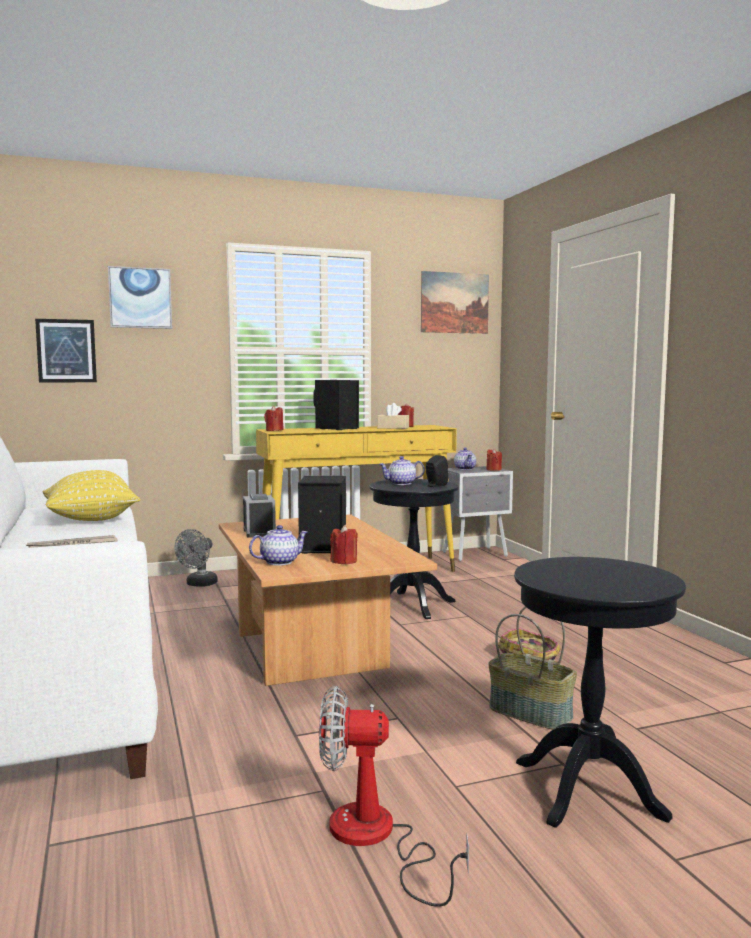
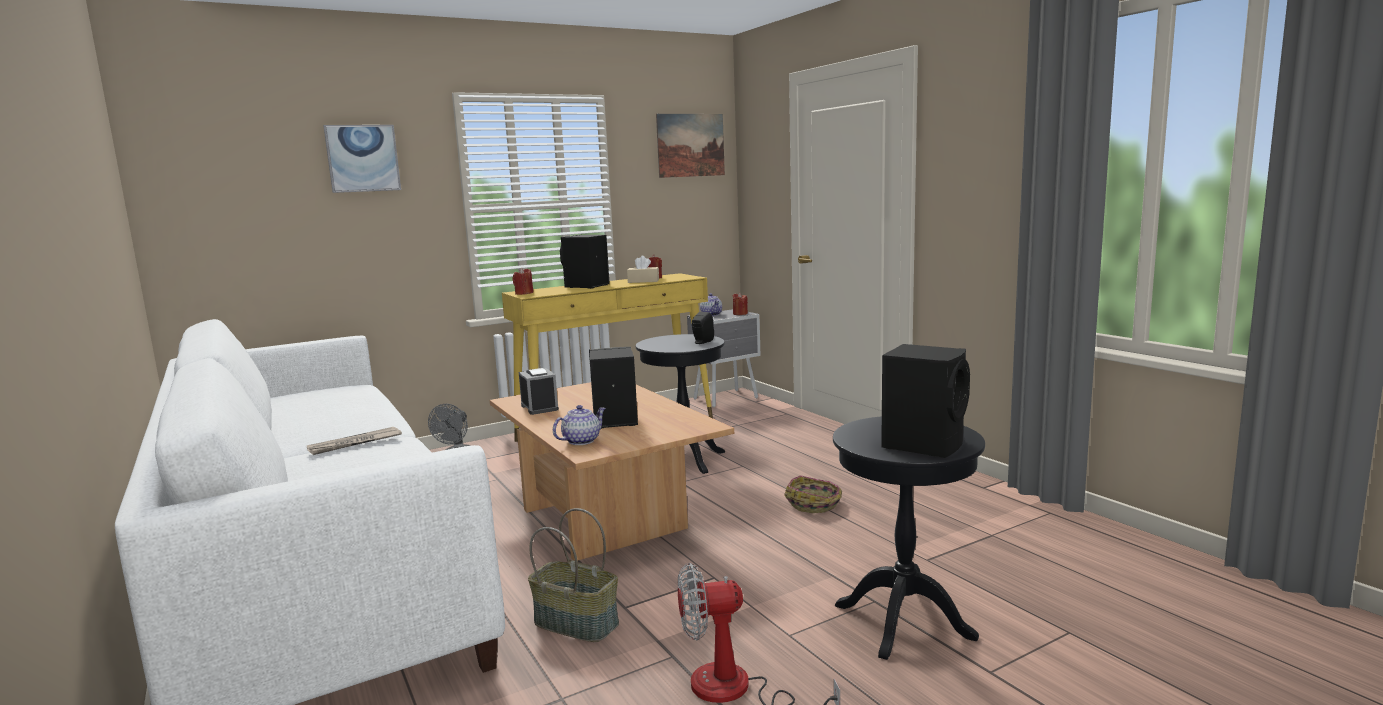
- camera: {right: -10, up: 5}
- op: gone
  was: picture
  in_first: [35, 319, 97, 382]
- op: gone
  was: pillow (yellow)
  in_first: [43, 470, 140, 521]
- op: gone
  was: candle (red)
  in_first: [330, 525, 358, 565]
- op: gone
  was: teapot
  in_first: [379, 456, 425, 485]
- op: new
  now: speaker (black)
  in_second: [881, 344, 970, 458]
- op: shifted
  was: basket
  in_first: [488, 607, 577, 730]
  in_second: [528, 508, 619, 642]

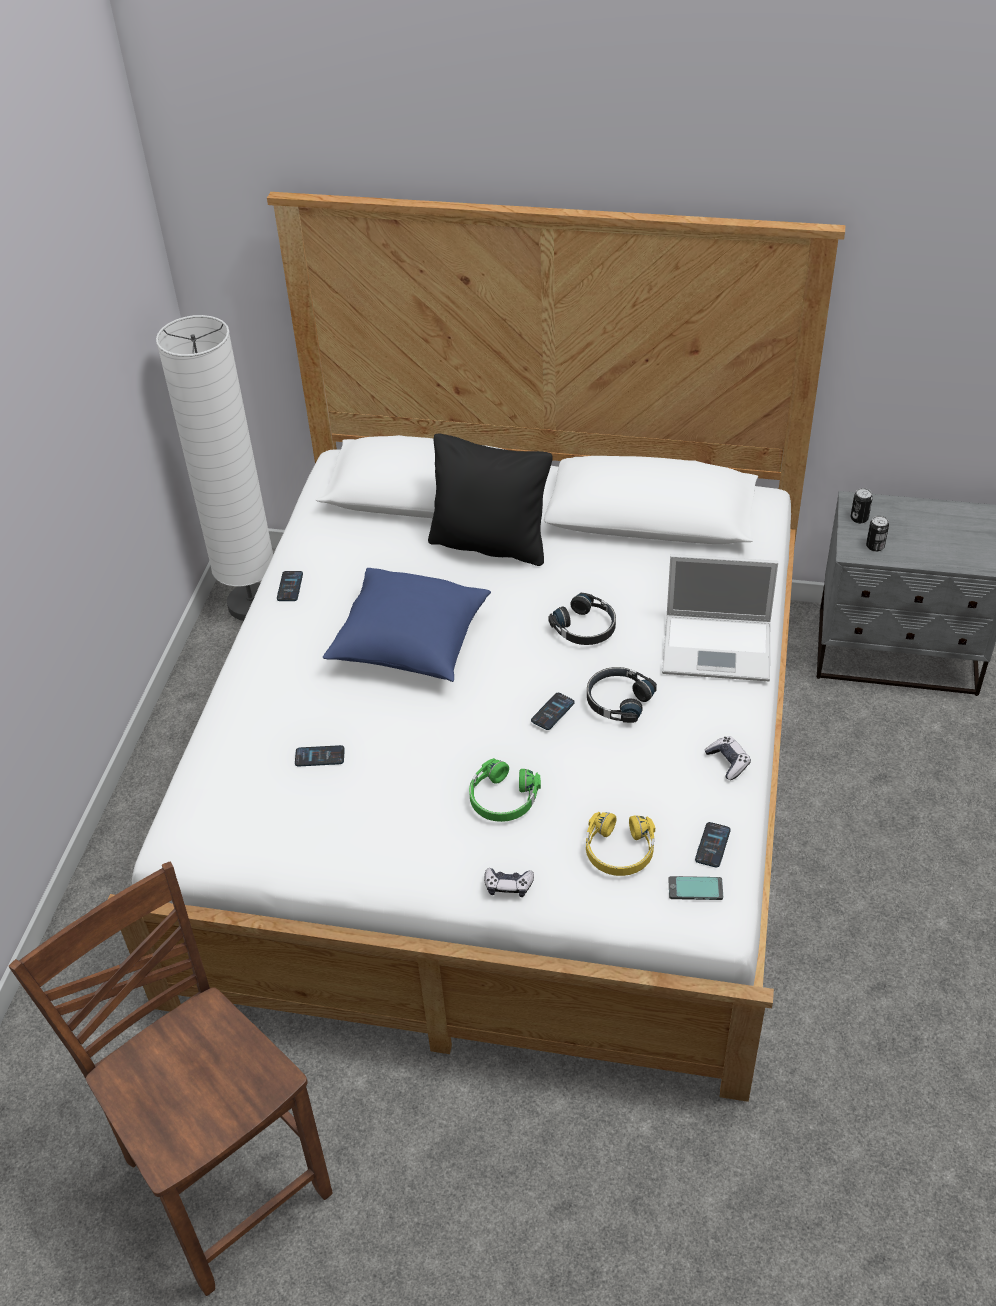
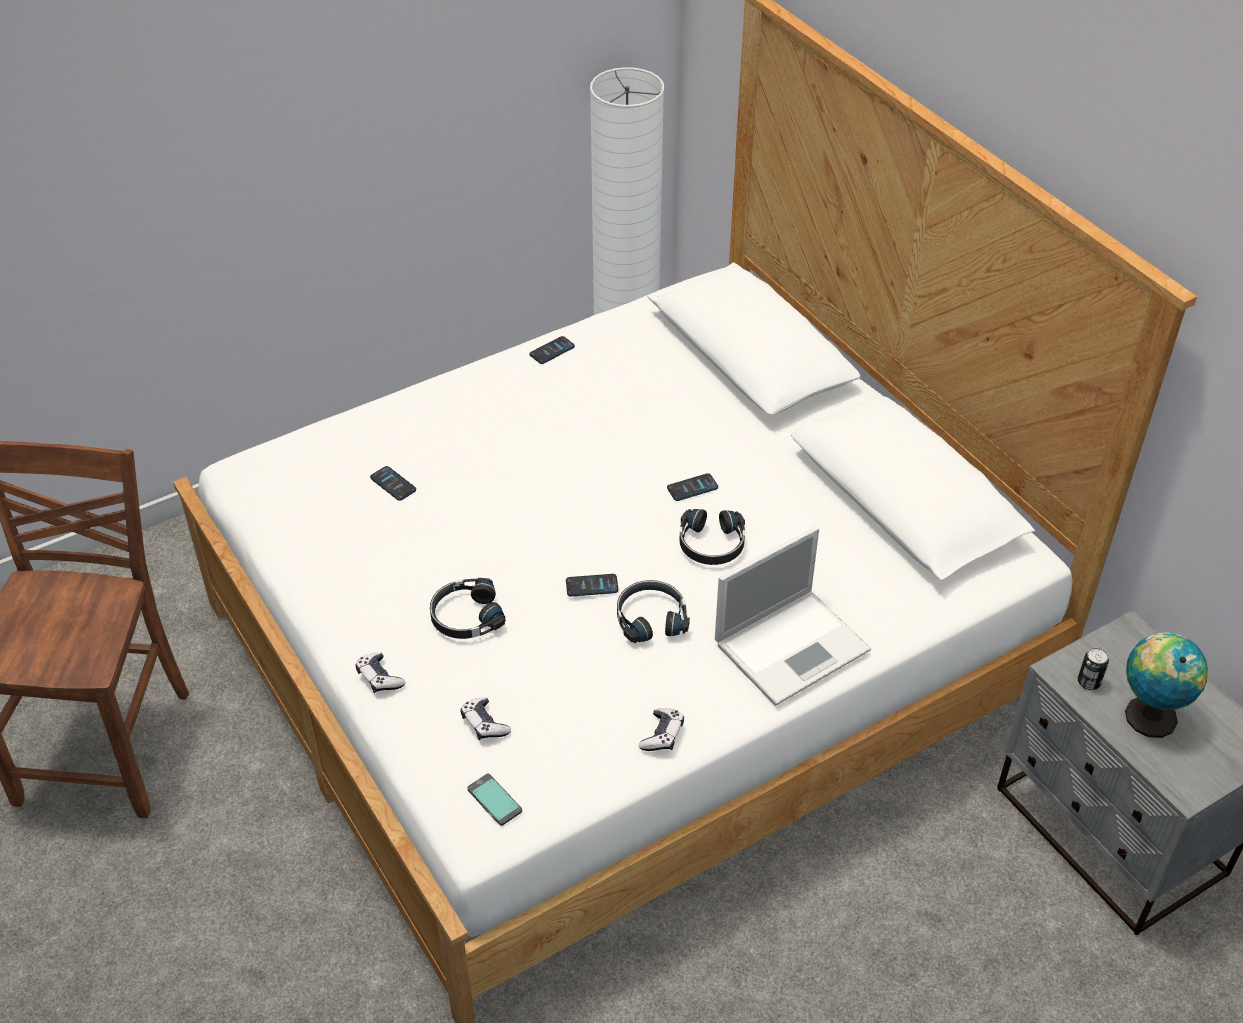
- camera: {right: 45, up: 0}
- op: gone
  was: pillow (blue)
  in_first: [323, 568, 491, 682]
- op: gone
  was: pillow (black)
  in_first: [428, 433, 553, 566]
- op: gone
  was: can
  in_first: [851, 488, 873, 523]
- op: new
  now: globe
  in_second: [1125, 633, 1208, 738]
- op: shifted
  was: phone
  in_first: [695, 822, 731, 868]
  in_second: [667, 473, 718, 501]
- op: swapped
  was: headphones (yellow)
  now: game controller
  in_first: [586, 812, 655, 876]
  in_second: [460, 697, 511, 740]
- op: repainted
  was: headphones (green)
  now: headphones (black)
  in_first: [469, 758, 541, 822]
  in_second: [430, 578, 505, 639]
- op: rotated
  was: laptop
  in_first: [662, 554, 778, 681]
  in_second: [715, 526, 871, 706]
  clockwise: -90

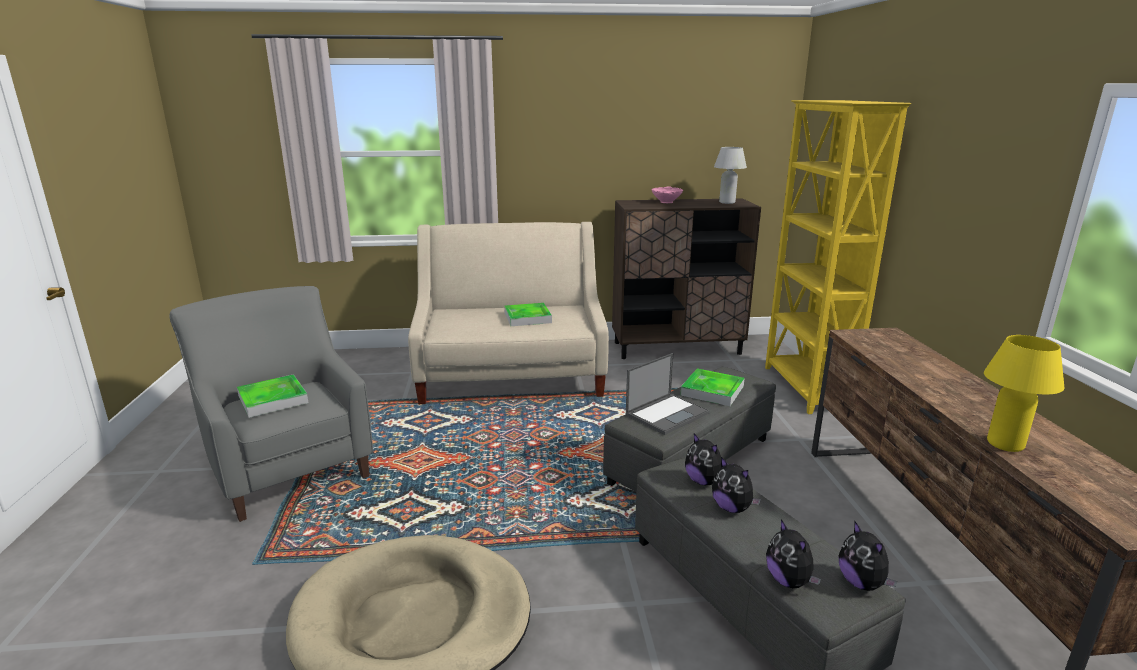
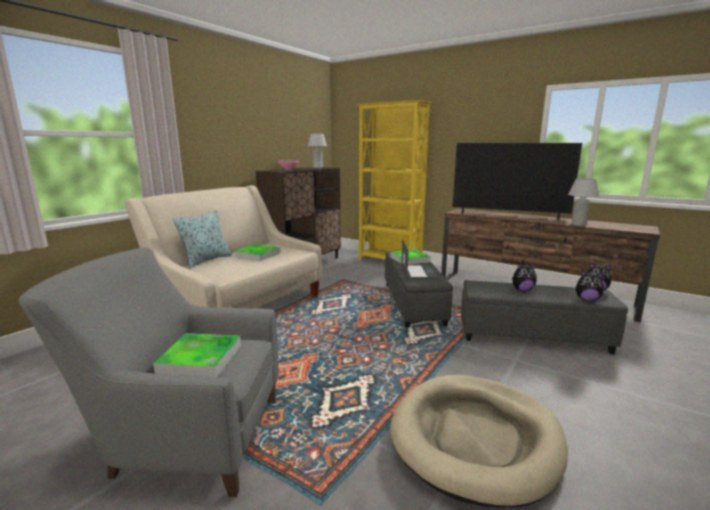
- camera: {right: -50, up: -5}
- op: gone
  was: plush toy
  in_first: [685, 433, 721, 485]
- op: new
  now: pillow
  in_second: [173, 210, 232, 268]
- op: new
  now: television
  in_second: [453, 143, 582, 220]
- op: repainted
  was: table lamp (yellow)
  now: table lamp (white)
  in_first: [984, 335, 1064, 452]
  in_second: [568, 178, 599, 226]

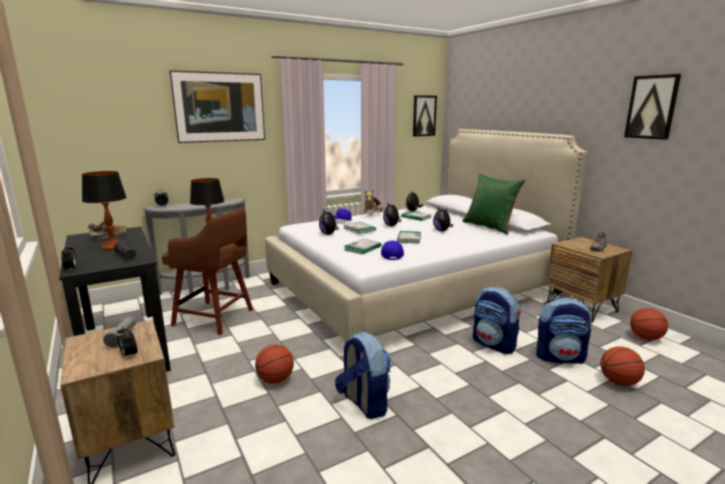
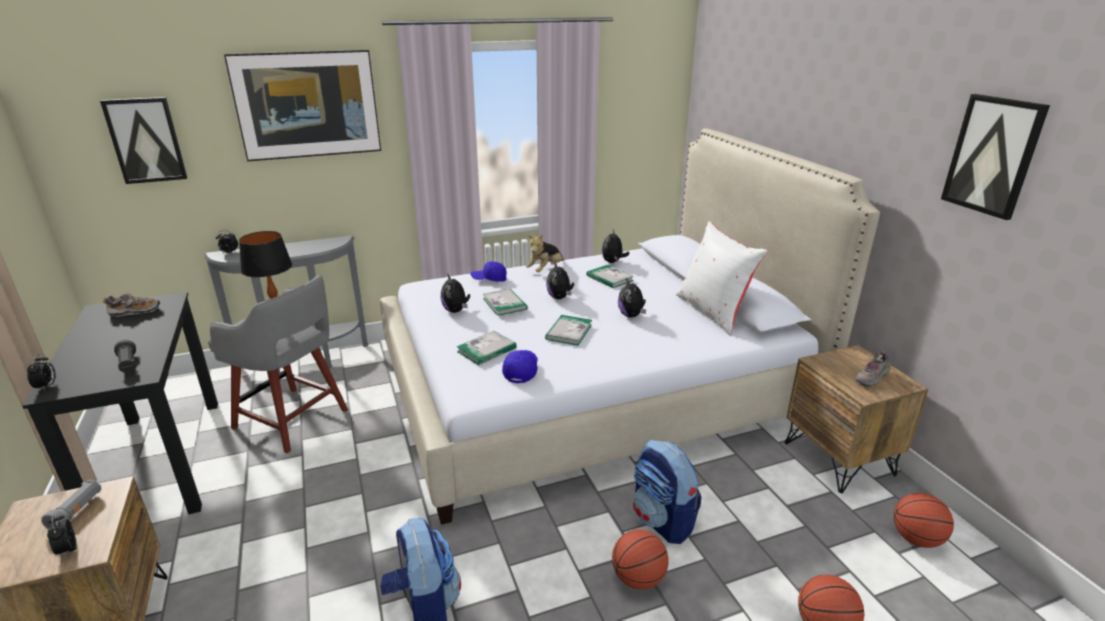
- camera: {right: 10, up: 10}
- op: gone
  was: table lamp
  in_first: [82, 171, 127, 250]
- op: gone
  was: backpack
  in_first: [536, 297, 592, 364]
- op: shifted
  was: basketball
  in_first: [255, 344, 294, 384]
  in_second: [612, 529, 669, 590]
- op: shifted
  was: picture
  in_first: [413, 95, 437, 137]
  in_second: [100, 97, 187, 184]
- op: repainted
  was: stool (brown)
  now: stool (grey)
  in_first: [162, 207, 253, 335]
  in_second: [208, 275, 348, 453]
- op: repainted
  was: pillow (green)
  now: pillow (white)
  in_first: [463, 173, 526, 235]
  in_second: [676, 221, 768, 335]

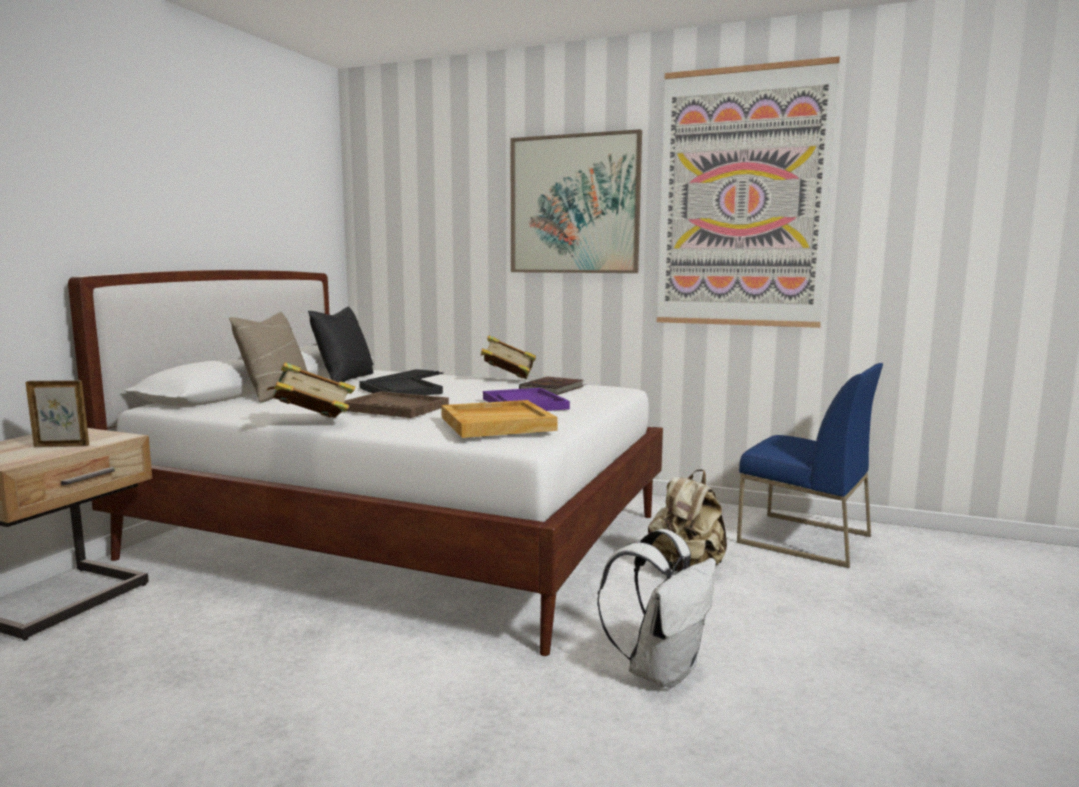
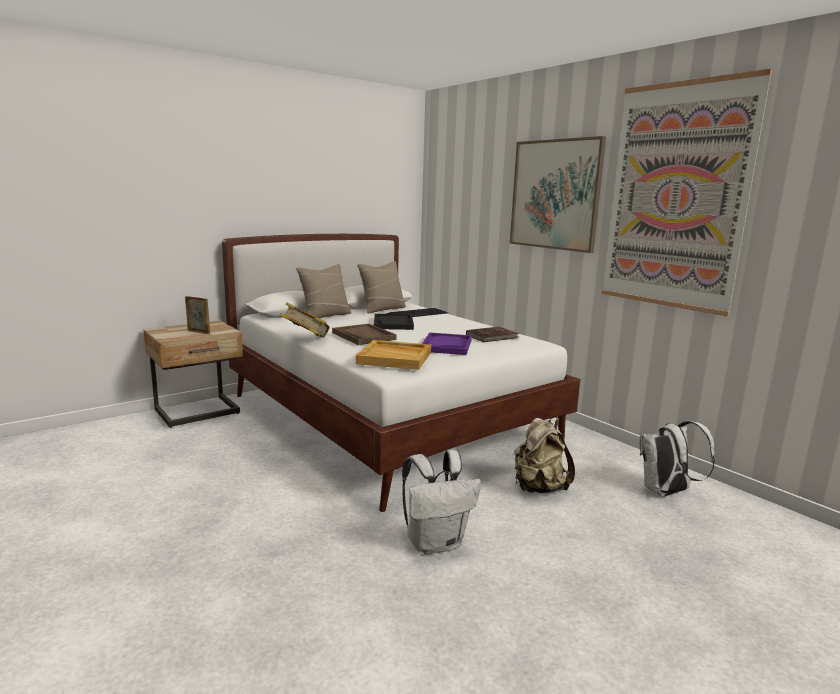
- camera: {right: 30, up: 5}
- op: gone
  was: book
  in_first: [481, 335, 536, 379]
- op: swapped
  was: chair (blue)
  now: backpack (white)
  in_first: [737, 363, 883, 568]
  in_second: [639, 421, 715, 497]
- op: repainted
  was: pillow (black)
  now: pillow (beige)
  in_first: [308, 307, 374, 382]
  in_second: [357, 261, 406, 313]

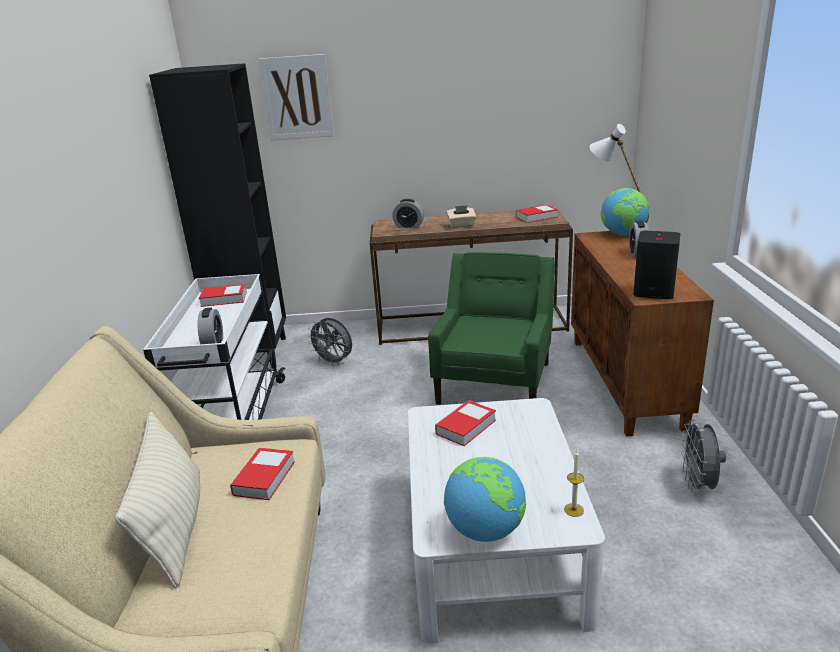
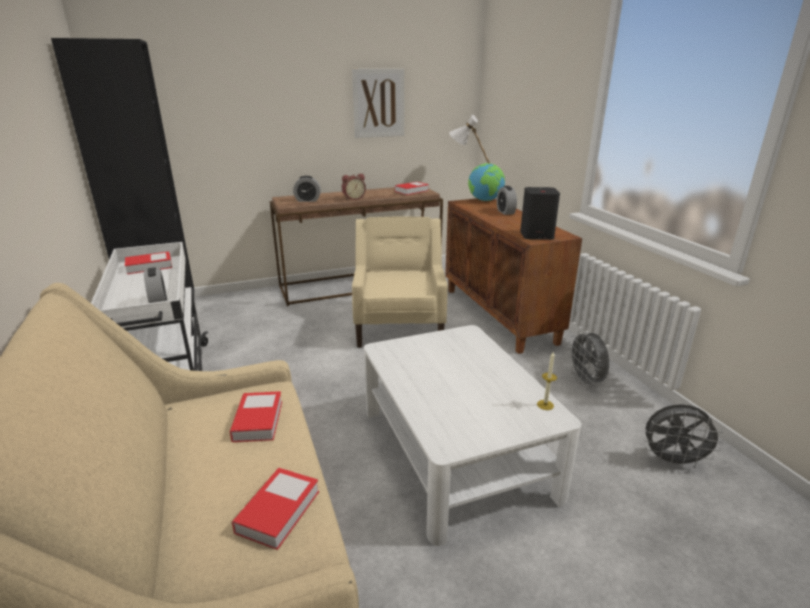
- camera: {right: -20, up: 0}
- op: gone
  was: pillow (beige)
  in_first: [115, 412, 200, 588]
- op: gone
  was: globe
  in_first: [444, 457, 526, 542]
- op: shifted
  was: picture
  in_first: [258, 54, 334, 141]
  in_second: [352, 69, 404, 138]
- op: shifted
  was: fan (grey)
  in_first: [307, 318, 352, 366]
  in_second: [643, 404, 724, 469]
- op: shifted
  was: book
  in_first: [435, 400, 496, 446]
  in_second: [232, 468, 319, 550]
- op: swapped
  was: tissue box (beige)
  now: alarm clock
  in_first: [446, 205, 476, 228]
  in_second: [342, 174, 366, 200]
- op: repainted
  was: armchair (green)
  now: armchair (beige)
  in_first: [428, 252, 554, 405]
  in_second: [352, 216, 448, 348]

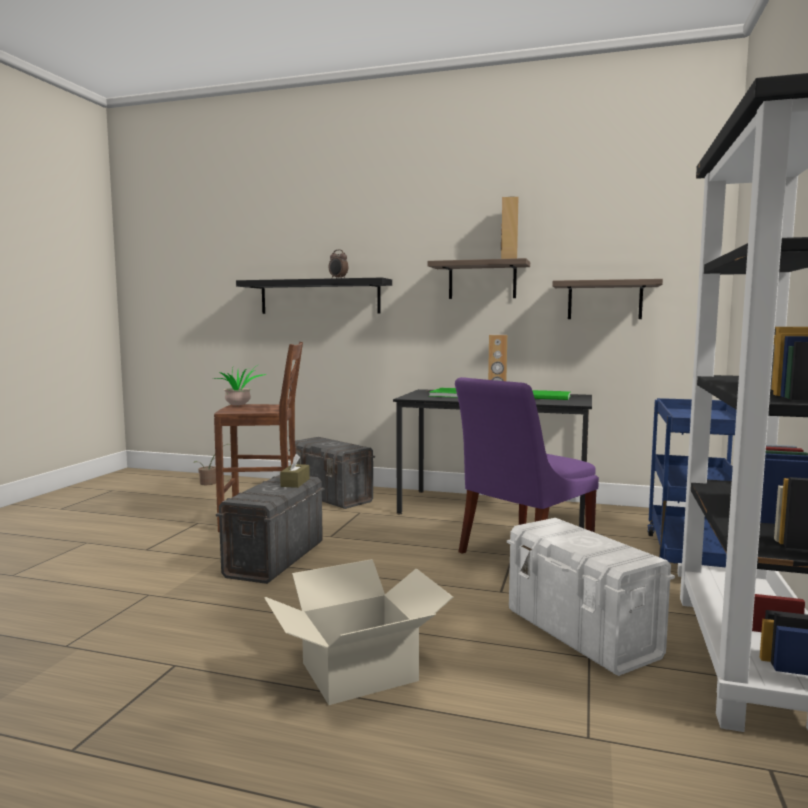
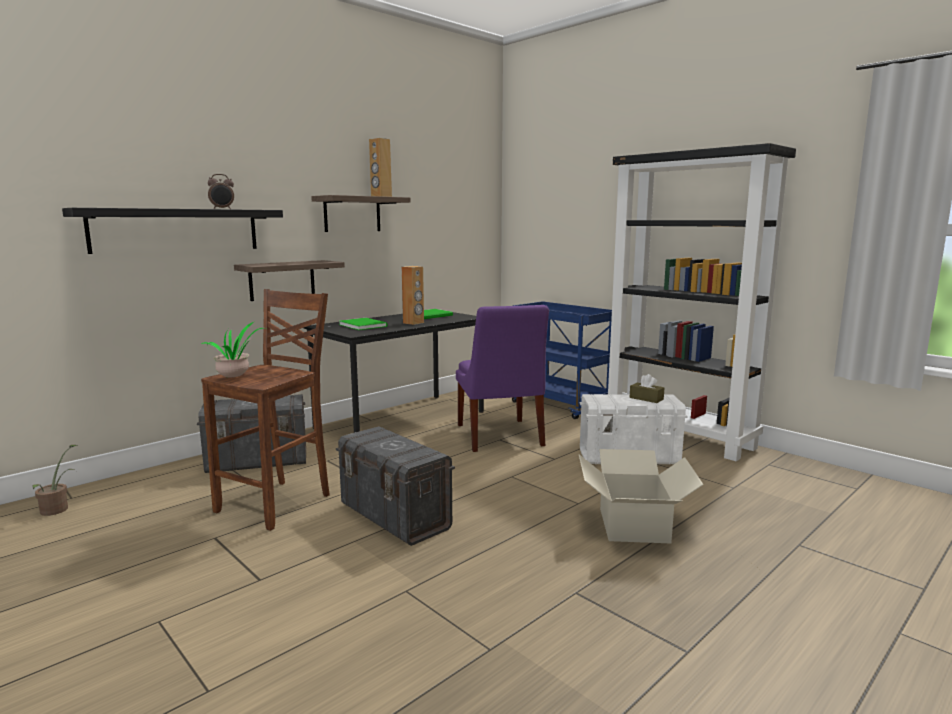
- camera: {right: -60, up: 5}
- op: shifted
  was: tissue box (brown)
  in_first: [280, 454, 310, 488]
  in_second: [630, 374, 664, 403]
- op: shifted
  was: shelf
  in_first: [553, 279, 663, 319]
  in_second: [234, 260, 345, 301]

